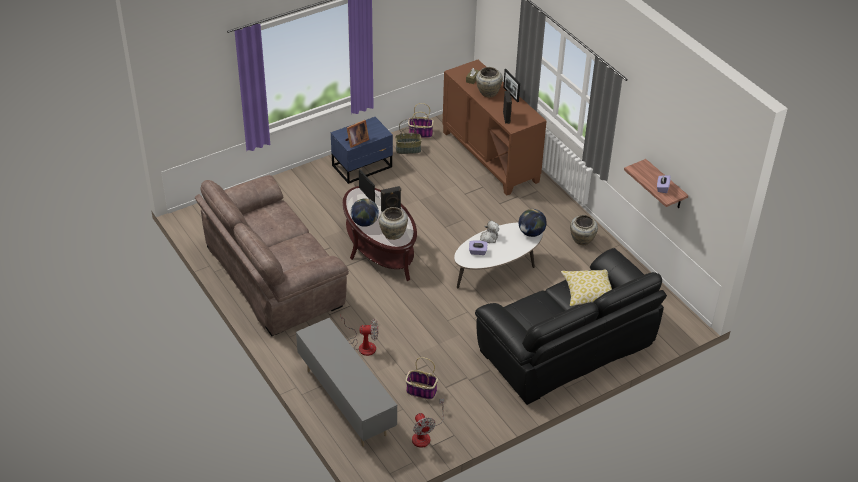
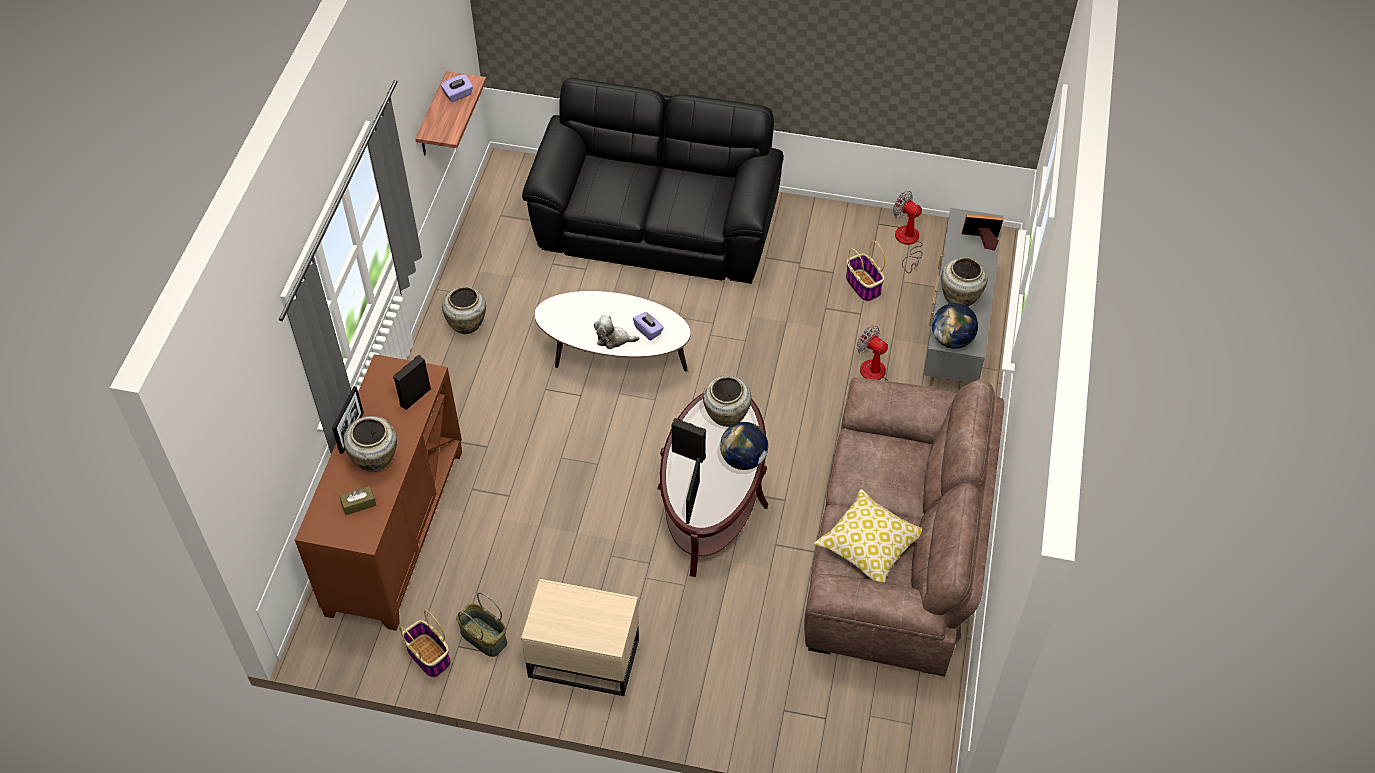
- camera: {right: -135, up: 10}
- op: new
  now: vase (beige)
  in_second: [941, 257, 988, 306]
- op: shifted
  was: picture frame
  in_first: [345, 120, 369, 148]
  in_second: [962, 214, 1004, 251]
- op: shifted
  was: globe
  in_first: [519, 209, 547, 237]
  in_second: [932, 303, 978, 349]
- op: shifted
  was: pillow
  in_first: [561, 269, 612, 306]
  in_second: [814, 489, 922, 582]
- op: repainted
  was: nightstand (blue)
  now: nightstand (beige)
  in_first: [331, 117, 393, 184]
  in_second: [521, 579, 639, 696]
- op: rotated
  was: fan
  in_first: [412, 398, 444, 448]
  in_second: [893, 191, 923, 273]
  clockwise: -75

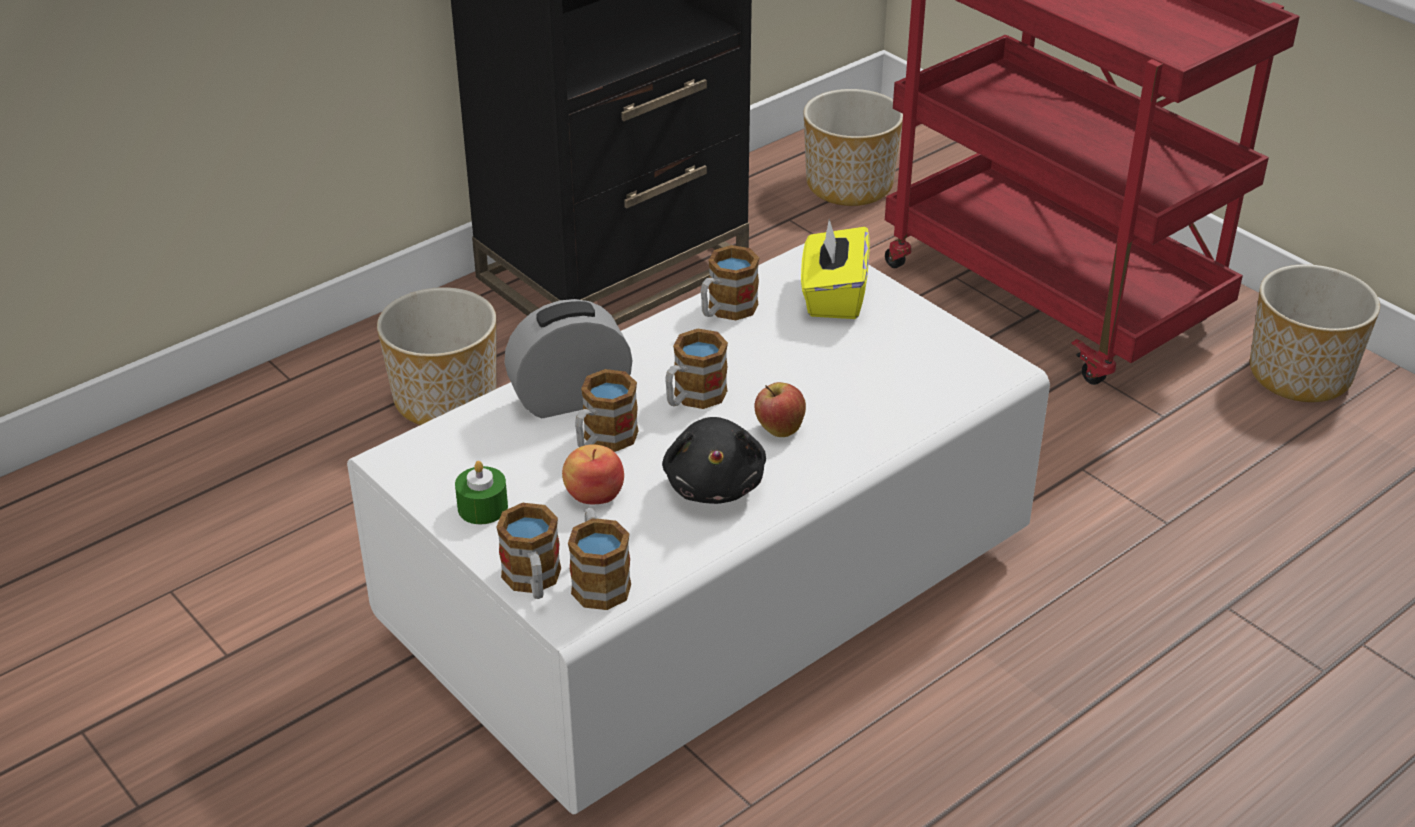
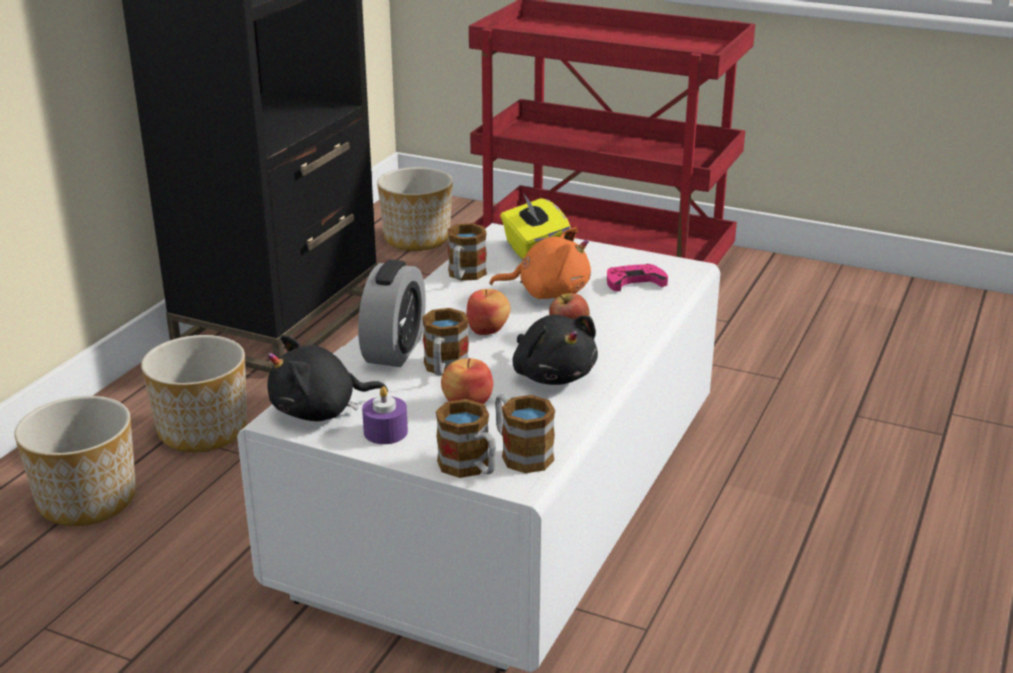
- camera: {right: -25, up: -10}
- op: new
  now: plush toy (black)
  in_second: [267, 335, 388, 421]
- op: new
  now: plush toy (orange)
  in_second: [490, 227, 591, 299]
- op: new
  now: game controller (pink)
  in_second: [607, 264, 668, 291]
- op: shifted
  was: planter
  in_first: [1250, 264, 1380, 402]
  in_second: [14, 396, 136, 526]
- op: swapped
  was: mug
  now: apple
  in_first: [665, 329, 728, 409]
  in_second: [466, 289, 510, 335]
- op: repainted
  was: candle (green)
  now: candle (purple)
  in_first: [455, 461, 508, 524]
  in_second: [362, 386, 408, 444]
- op: rotated
  was: alarm clock
  in_first: [504, 299, 633, 418]
  in_second: [358, 260, 426, 367]
  clockwise: 150

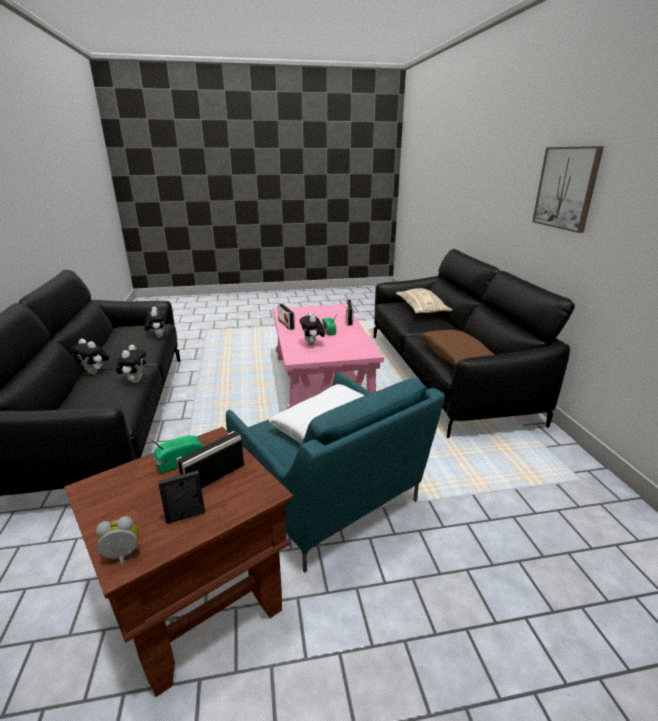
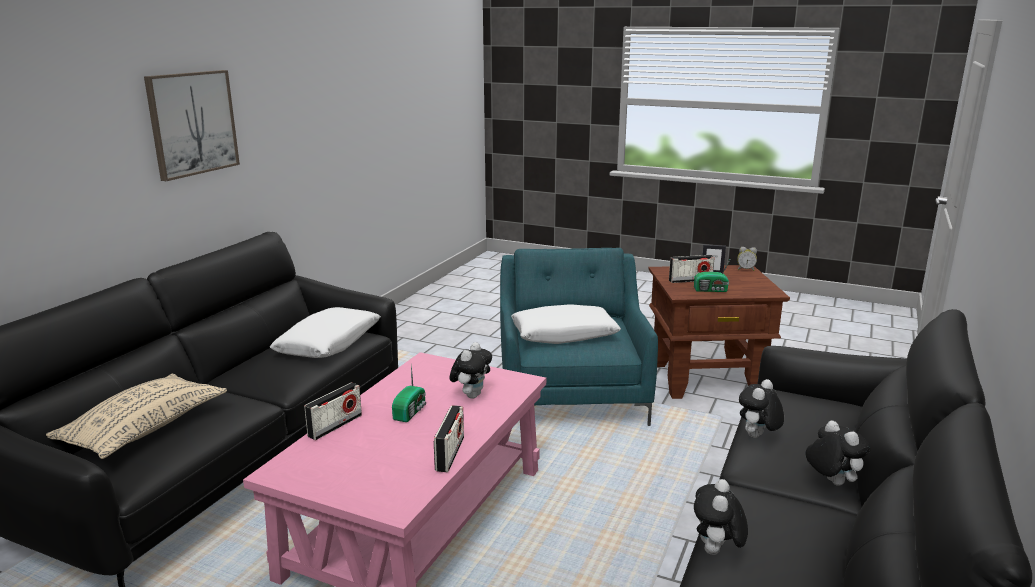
- camera: {right: -145, up: -5}
- op: repainted
  was: pillow (brown)
  now: pillow (white)
  in_first: [421, 330, 495, 366]
  in_second: [270, 307, 381, 358]

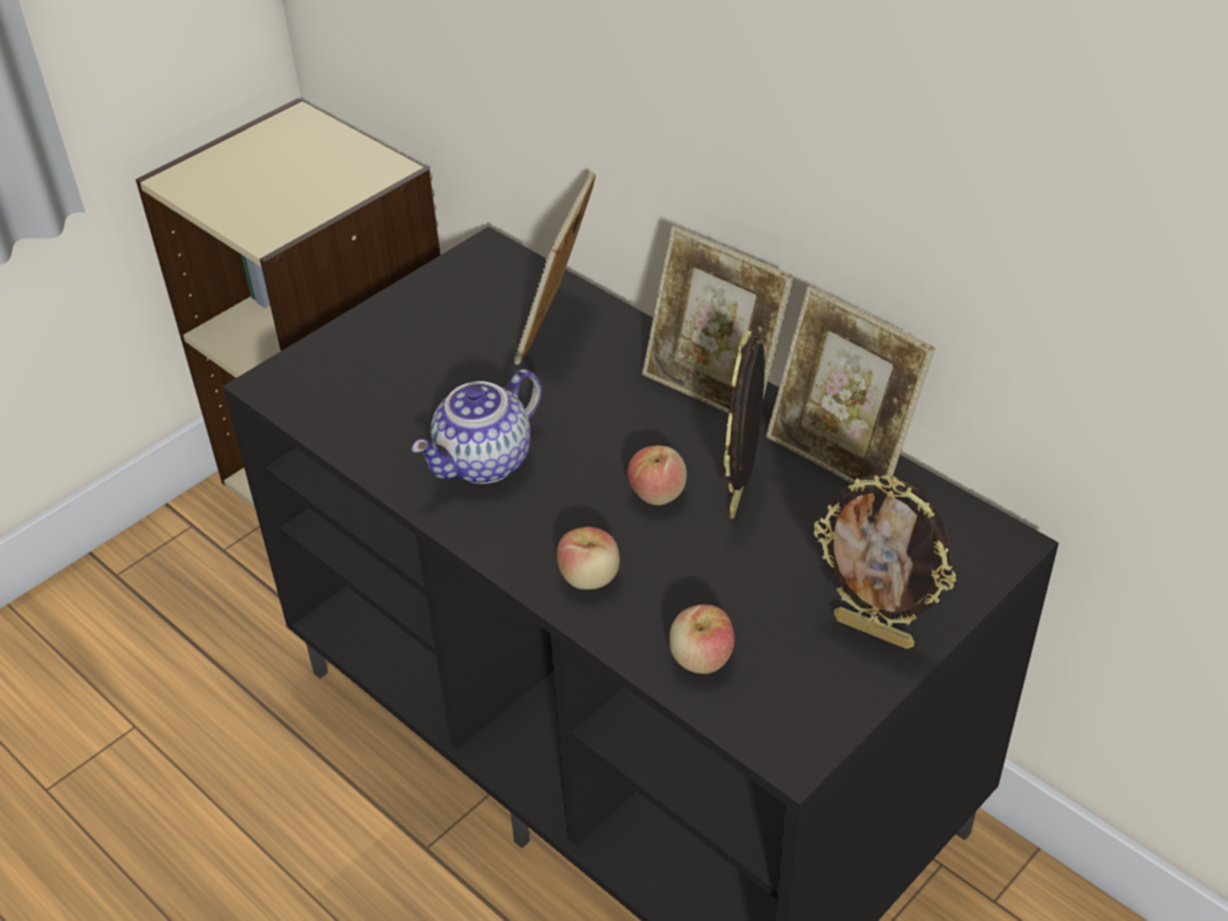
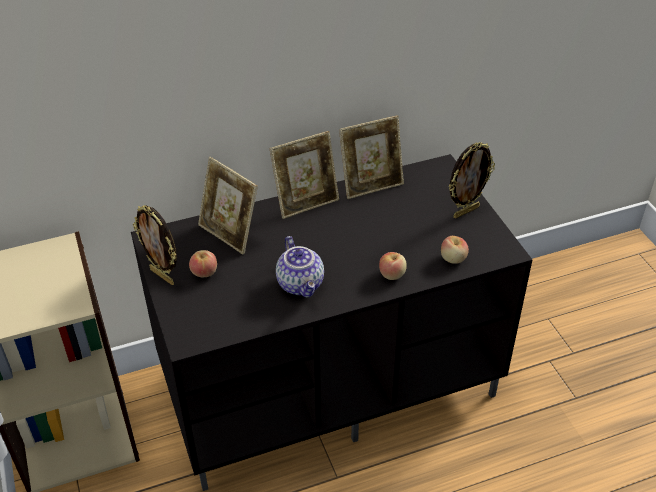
- camera: {right: -65, up: 0}
- op: shifted
  was: apple
  in_first: [627, 445, 687, 505]
  in_second: [189, 250, 217, 277]
- op: shifted
  was: picture frame
  in_first: [724, 331, 765, 519]
  in_second: [133, 205, 177, 285]

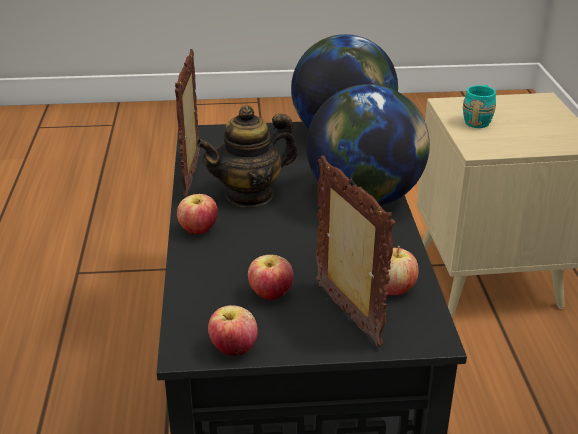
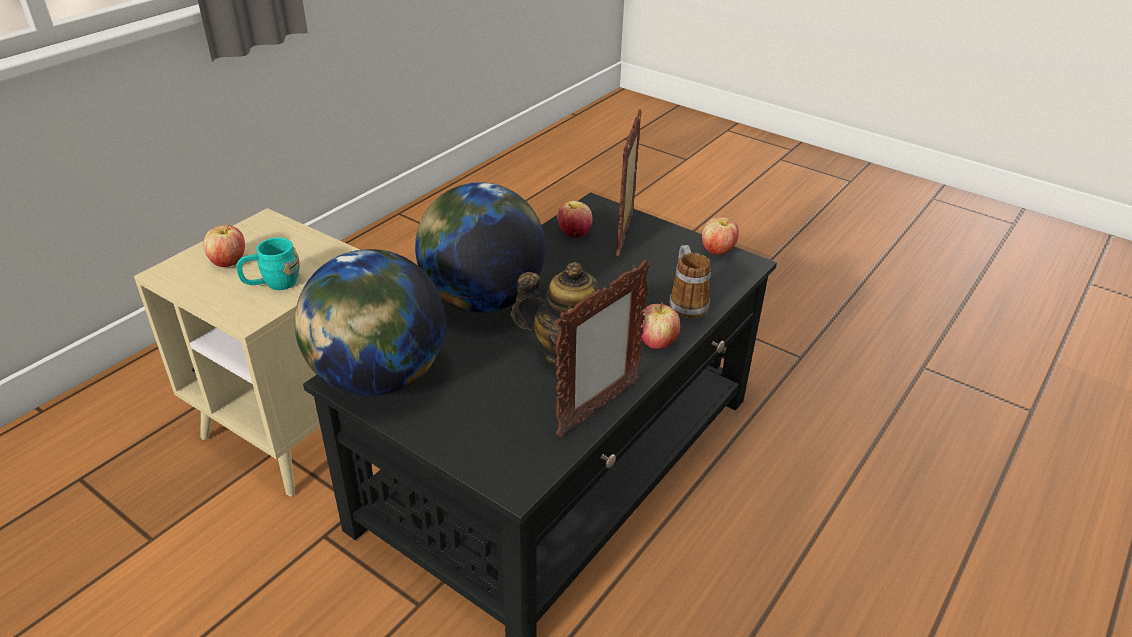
- camera: {right: -140, up: 5}
- op: new
  now: mug
  in_second: [669, 245, 711, 318]
- op: shifted
  was: apple
  in_first: [248, 255, 293, 300]
  in_second: [203, 224, 245, 267]

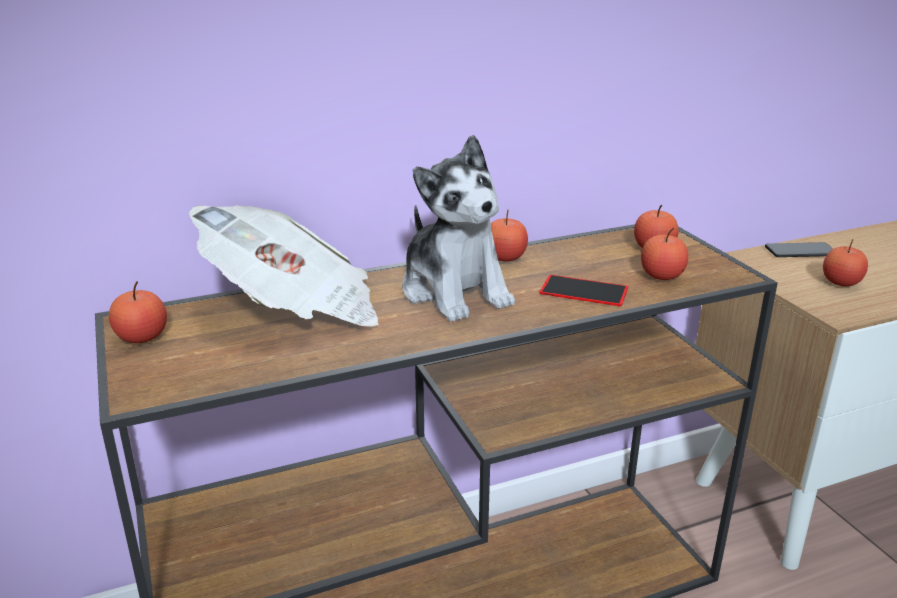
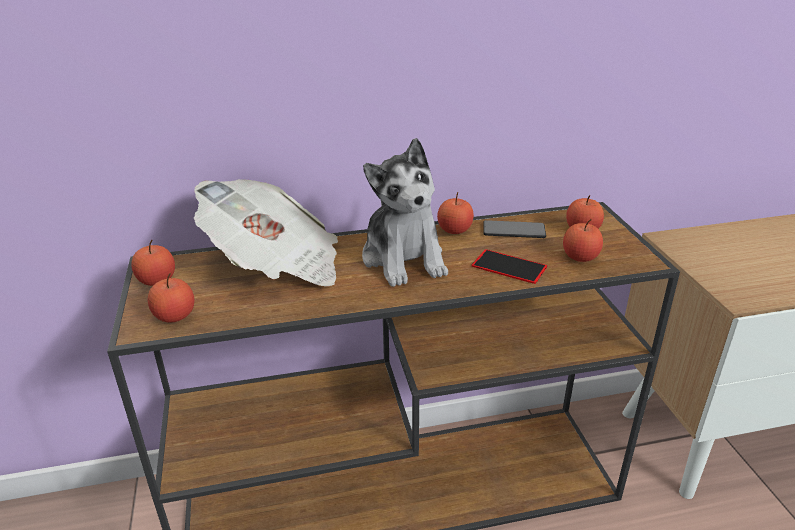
- camera: {right: 10, up: 5}
- op: shifted
  was: phone
  in_first: [765, 242, 833, 257]
  in_second: [483, 220, 546, 238]
- op: shifted
  was: apple
  in_first: [823, 239, 868, 287]
  in_second: [148, 273, 194, 322]

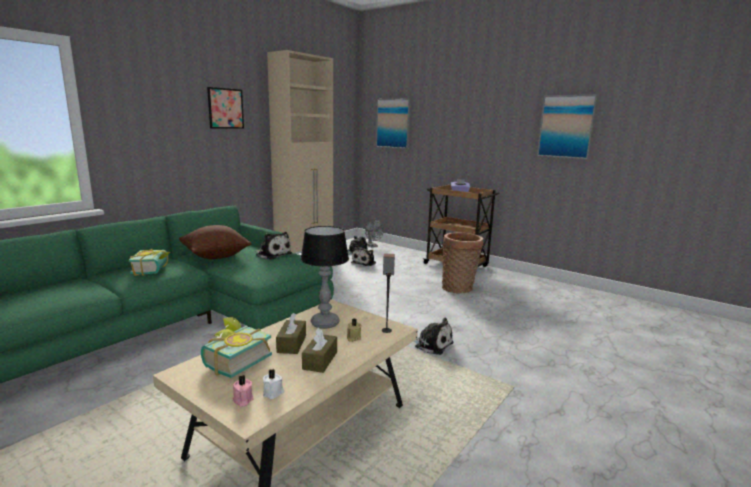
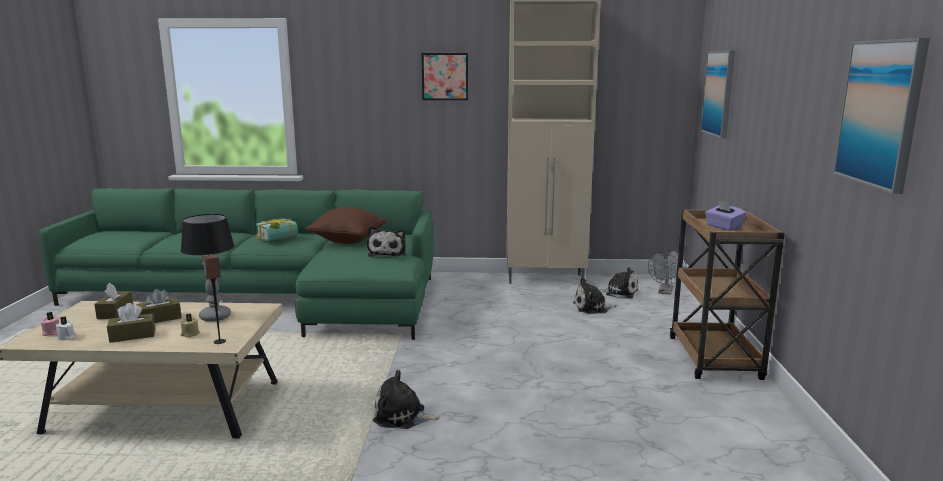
- camera: {right: 55, up: 0}
- op: gone
  was: basket
  in_first: [442, 232, 483, 294]
- op: swapped
  was: book
  now: tissue box (brown)
  in_first: [201, 317, 272, 378]
  in_second: [94, 283, 133, 319]
- op: rotated
  was: plush toy
  in_first: [414, 318, 453, 355]
  in_second: [373, 370, 440, 429]
  clockwise: 105

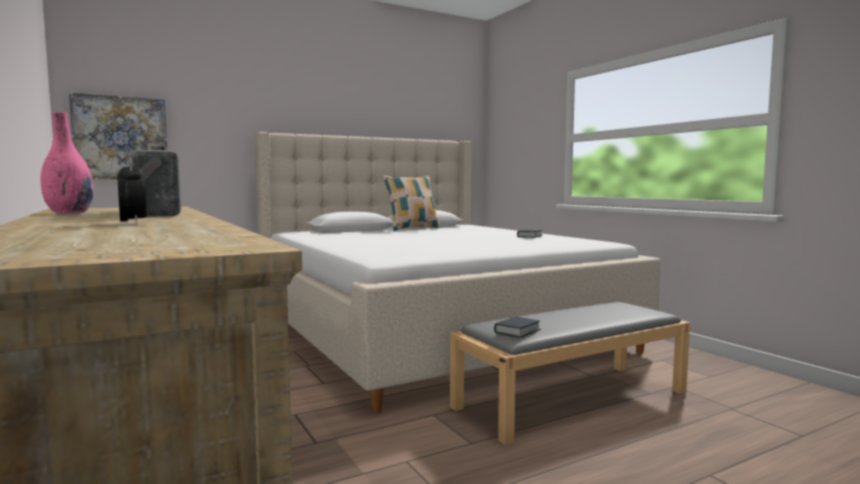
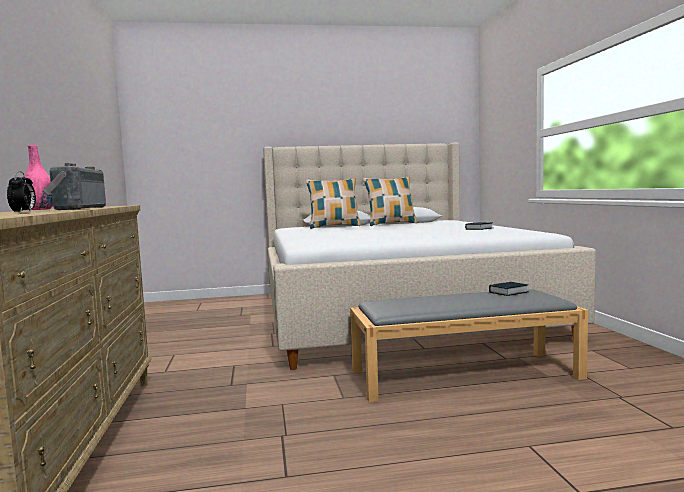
- camera: {right: 20, up: 0}
- op: gone
  was: picture
  in_first: [69, 93, 167, 179]
- op: new
  now: pillow
  in_second: [306, 178, 361, 229]
- op: shifted
  was: book
  in_first: [494, 317, 541, 338]
  in_second: [489, 282, 529, 296]

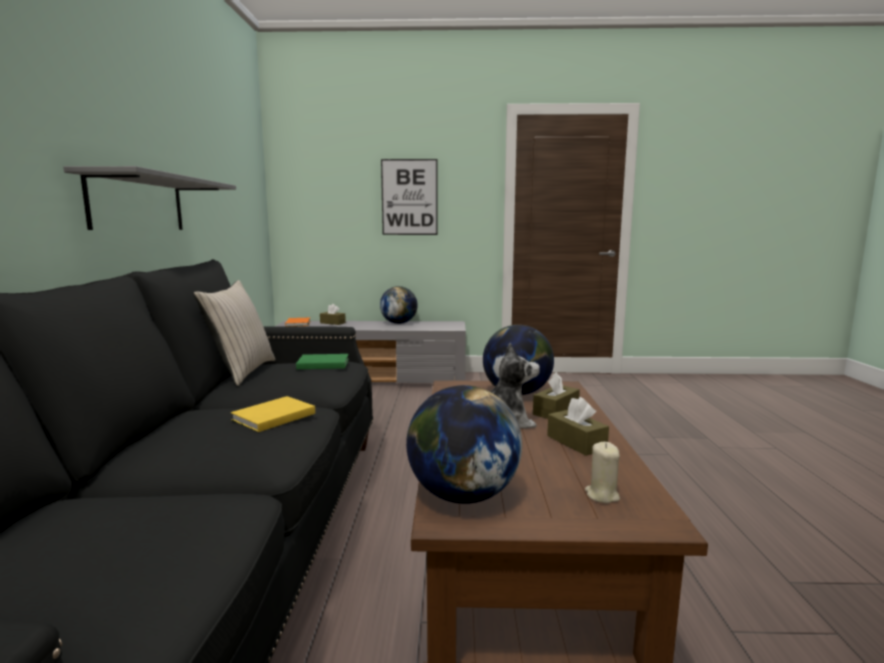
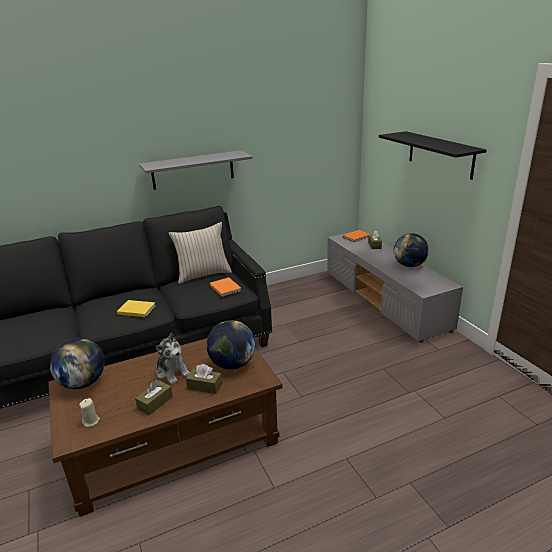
- camera: {right: 65, up: 15}
- op: swapped
  was: picture
  now: shelf (black)
  in_first: [381, 159, 438, 235]
  in_second: [379, 131, 487, 180]
- op: repainted
  was: book (green)
  now: book (orange)
  in_first: [296, 354, 349, 369]
  in_second: [210, 277, 241, 297]

